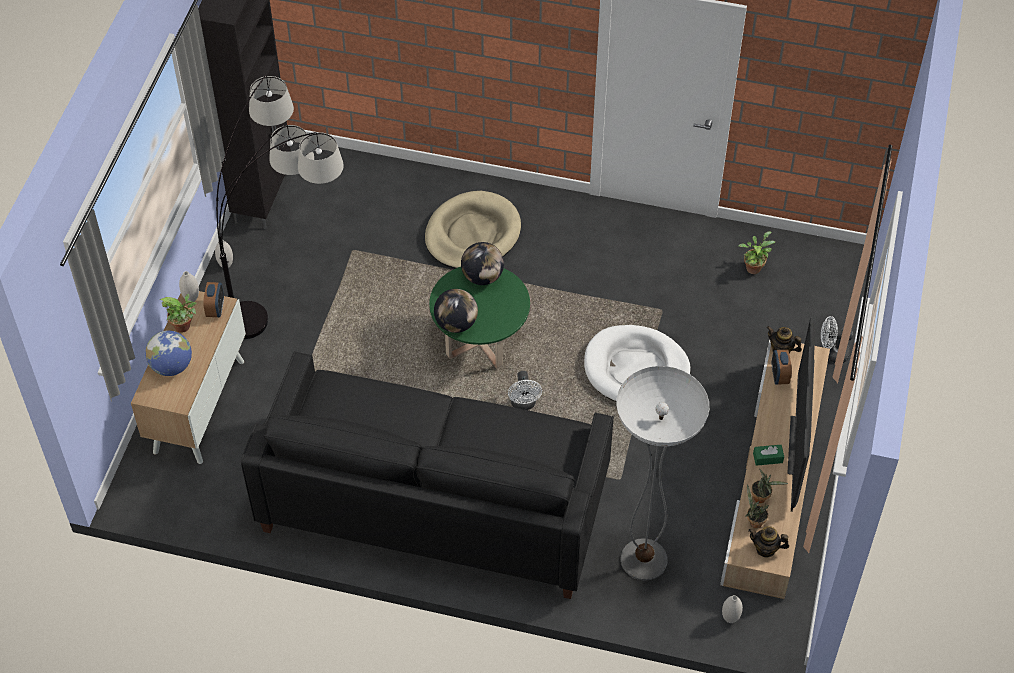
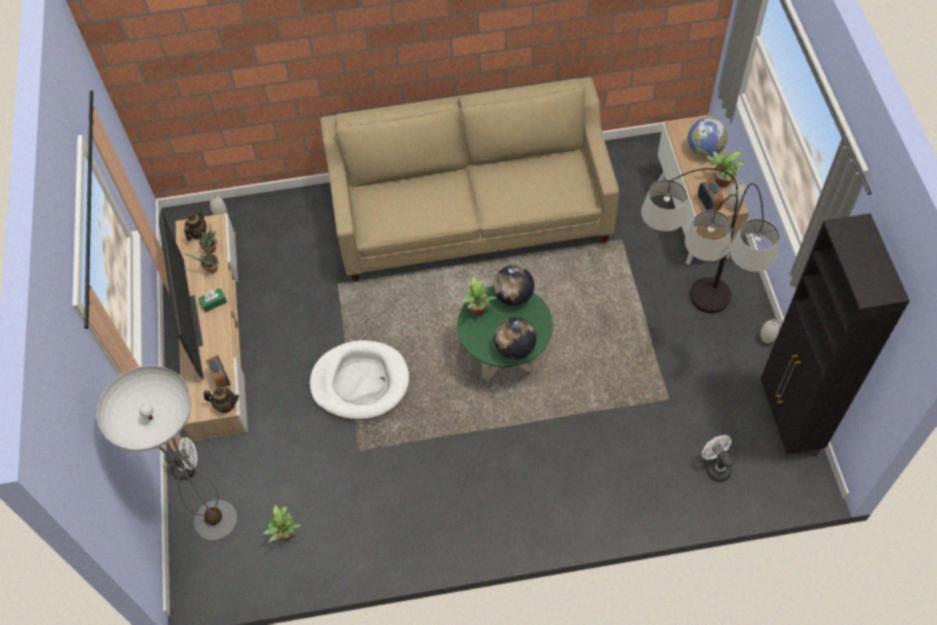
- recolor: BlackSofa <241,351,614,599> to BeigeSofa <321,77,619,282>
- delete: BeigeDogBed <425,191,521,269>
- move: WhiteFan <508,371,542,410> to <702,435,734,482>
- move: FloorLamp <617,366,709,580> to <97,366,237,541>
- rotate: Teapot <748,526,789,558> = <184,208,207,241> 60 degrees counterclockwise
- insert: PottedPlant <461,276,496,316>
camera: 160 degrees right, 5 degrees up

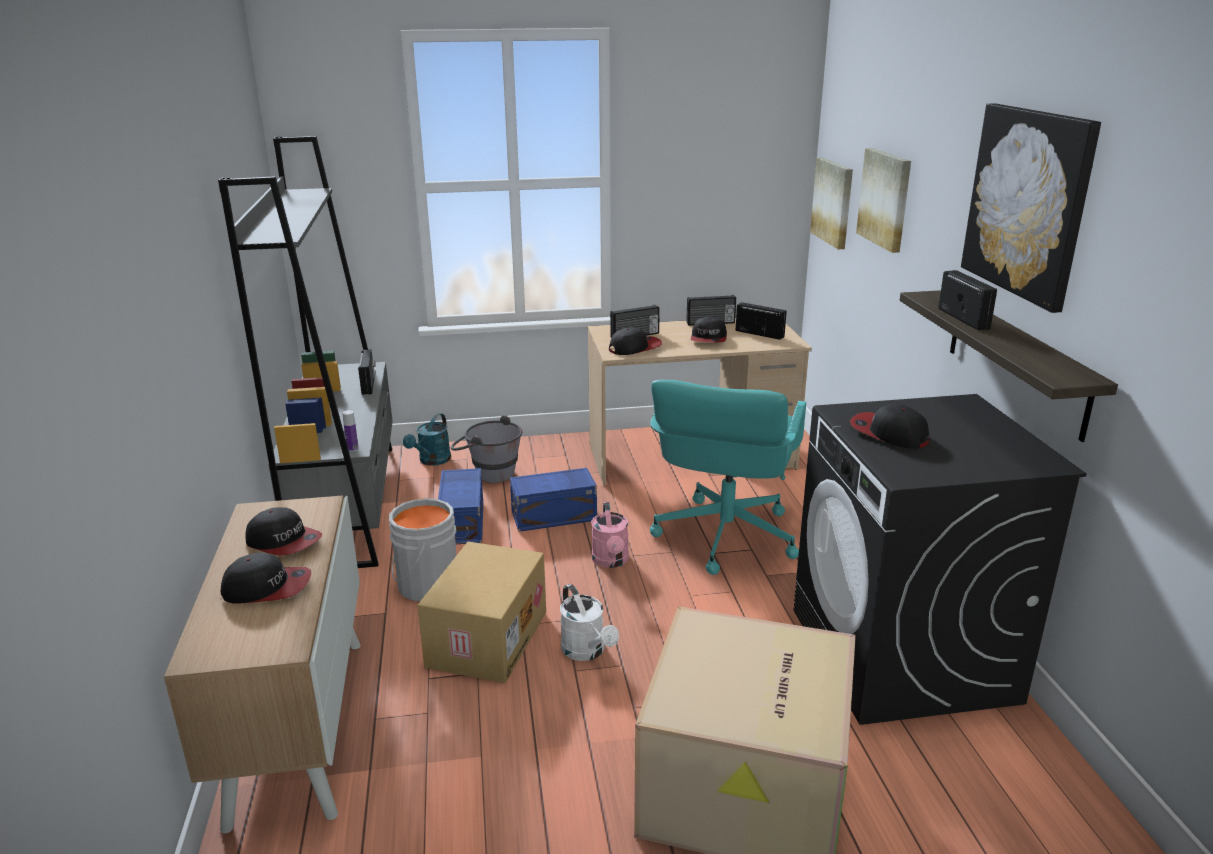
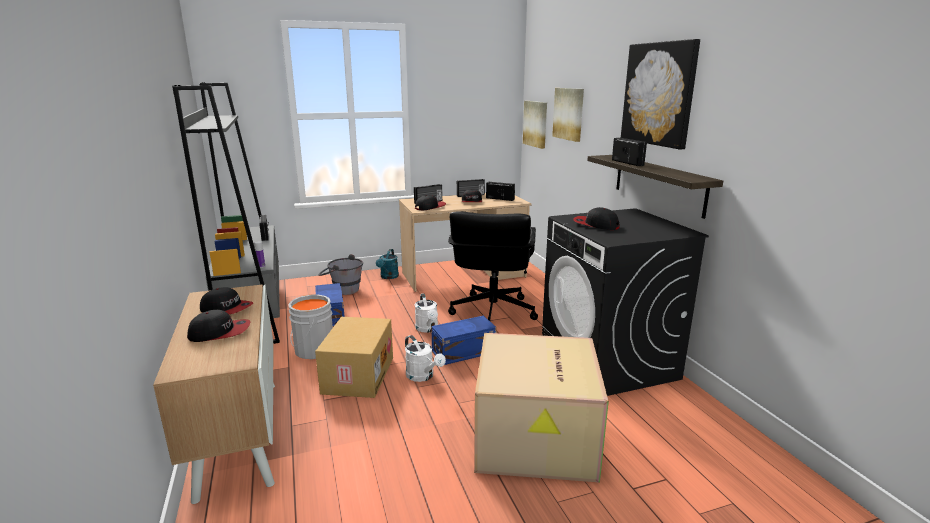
- move: TurquoiseWateringCan <403,413,451,466> to <376,249,399,279>
- move: BlueStorageBox <510,468,597,532> to <431,316,496,365>
- recolor: PinkWateringCan <591,502,629,568> to WhiteWateringCan <415,293,438,333>
- recolor: TurquoiseOfficeChair <650,380,806,575> to BlackOfficeChair <448,211,538,321>
camera: 10 degrees left, 5 degrees down

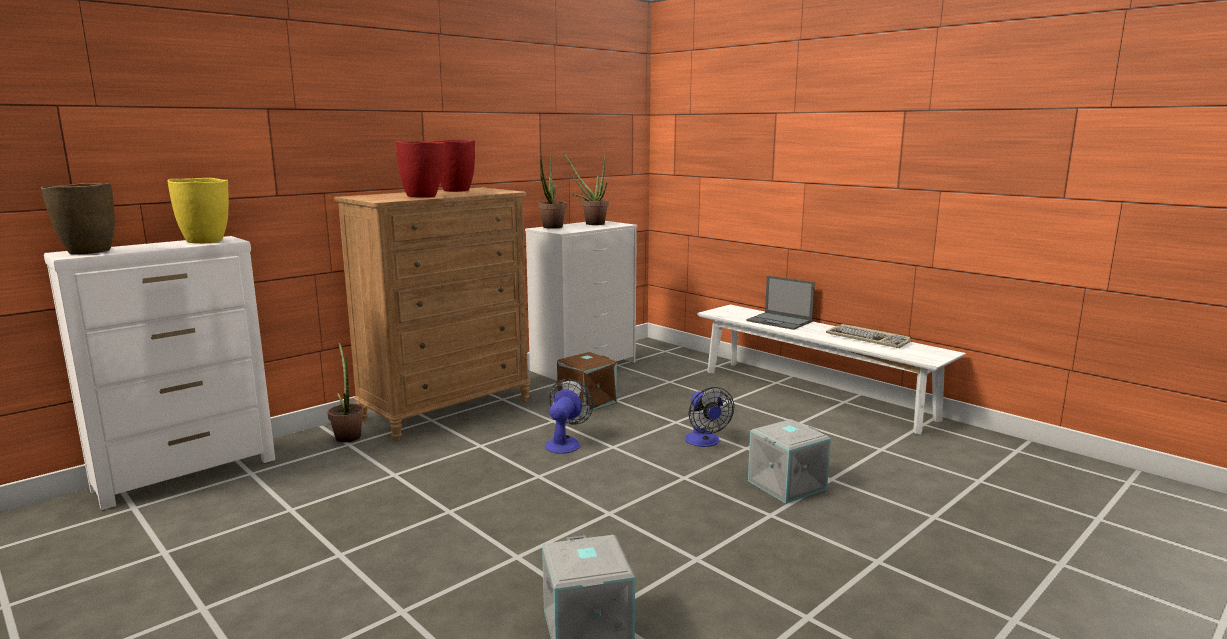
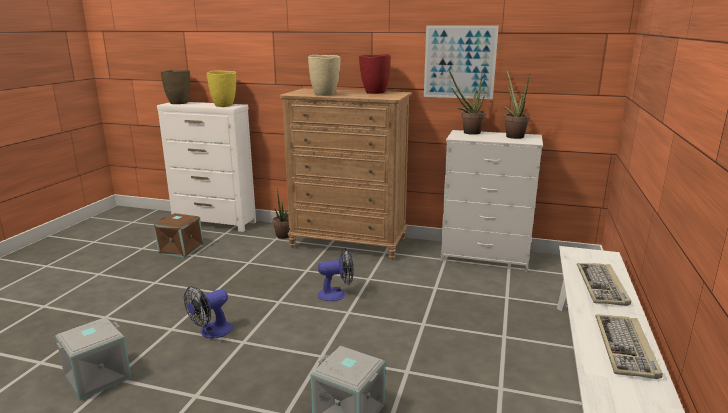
- recolor: RedVase <395,141,444,198> to BeigeVase <308,55,341,96>
- move: BrownStorageBox <557,352,617,410> to <154,213,203,258>
- move: Fan <685,387,734,447> to <184,286,233,338>
- replace: Laptop <746,276,815,330> to Keyboard <577,263,631,306>
- insert: Picture <424,25,499,99>
camera: 60 degrees right, 5 degrees up

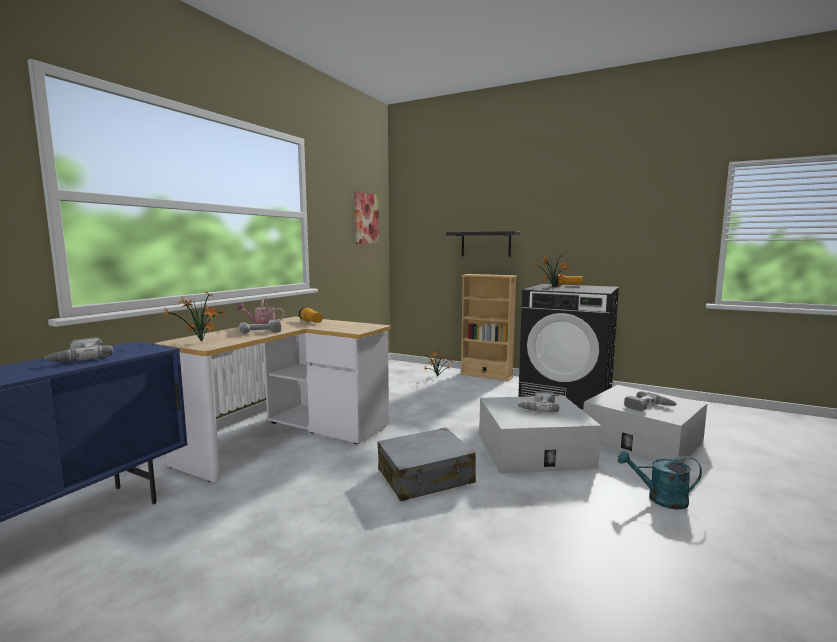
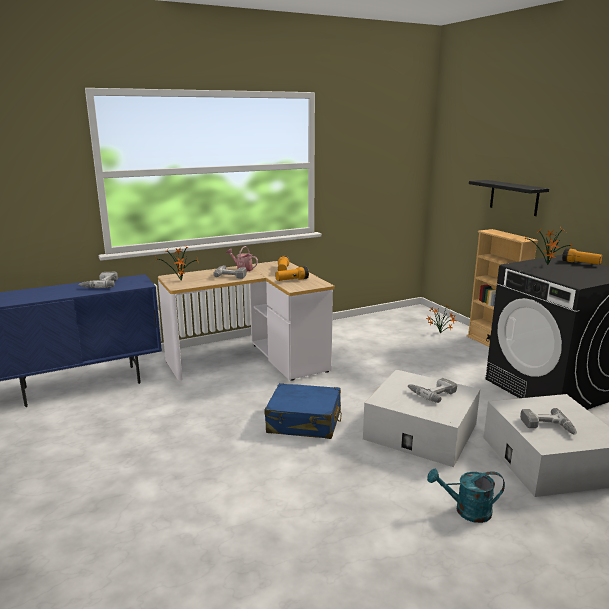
- delete: Picture <354,191,379,244>
- recolor: GreySuitcase <378,428,476,501> to BlueSuitcase <265,383,342,439>
- rotate: TurquoiseWateringCan <617,450,702,510> = <427,469,505,523> 45 degrees counterclockwise
- insert: Flashlight <276,266,309,281>
camera: 35 degrees right, 10 degrees up

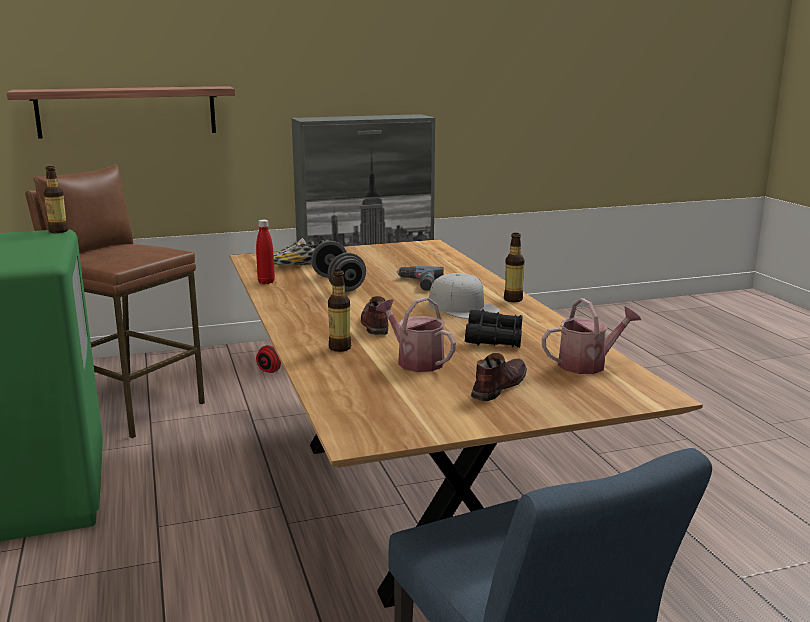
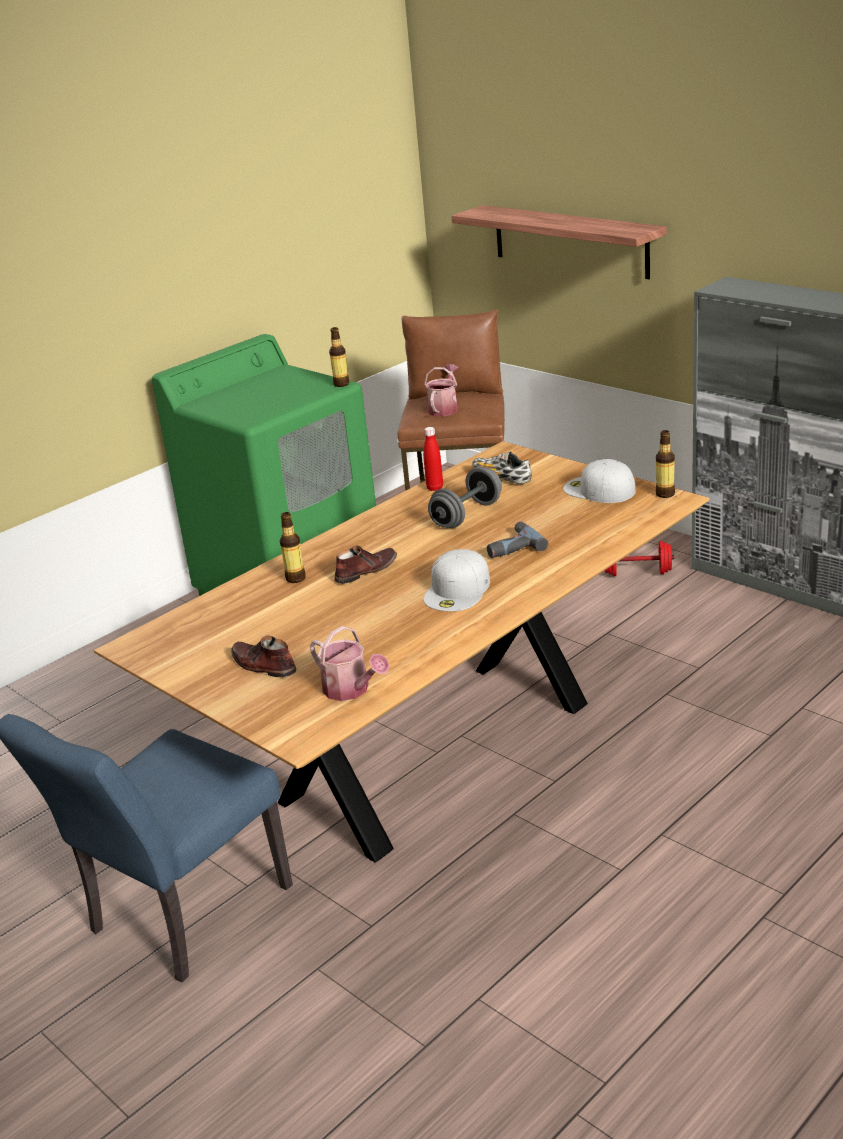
- move: WateringCan <376,297,456,372> to <424,364,458,416>
- delete: BlackBinoculars <465,309,523,348>
- rotate: BrownShoe <471,353,527,401> = <231,635,296,677> 150 degrees counterclockwise
- move: Bottle <504,233,524,302> to <656,430,675,498>
- insert: WhiteCap <563,459,636,503>
camera: 65 degrees right, 10 degrees up

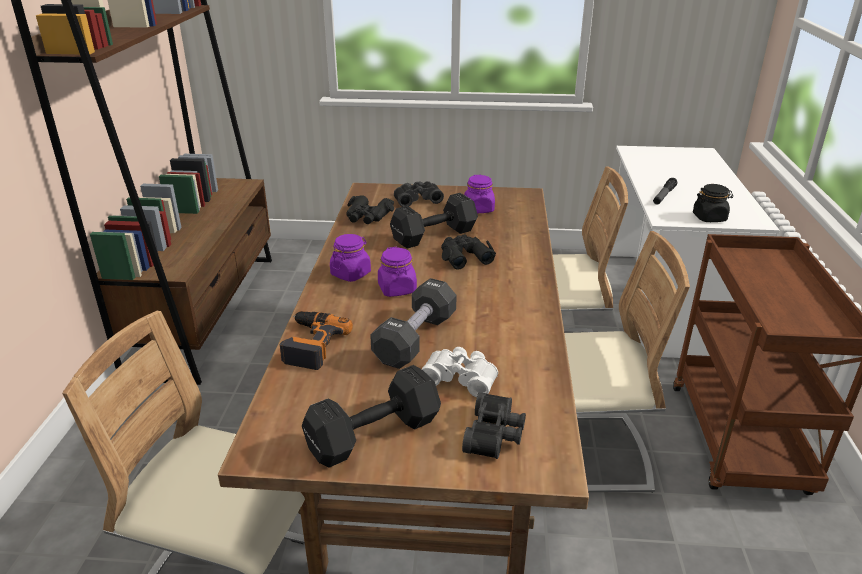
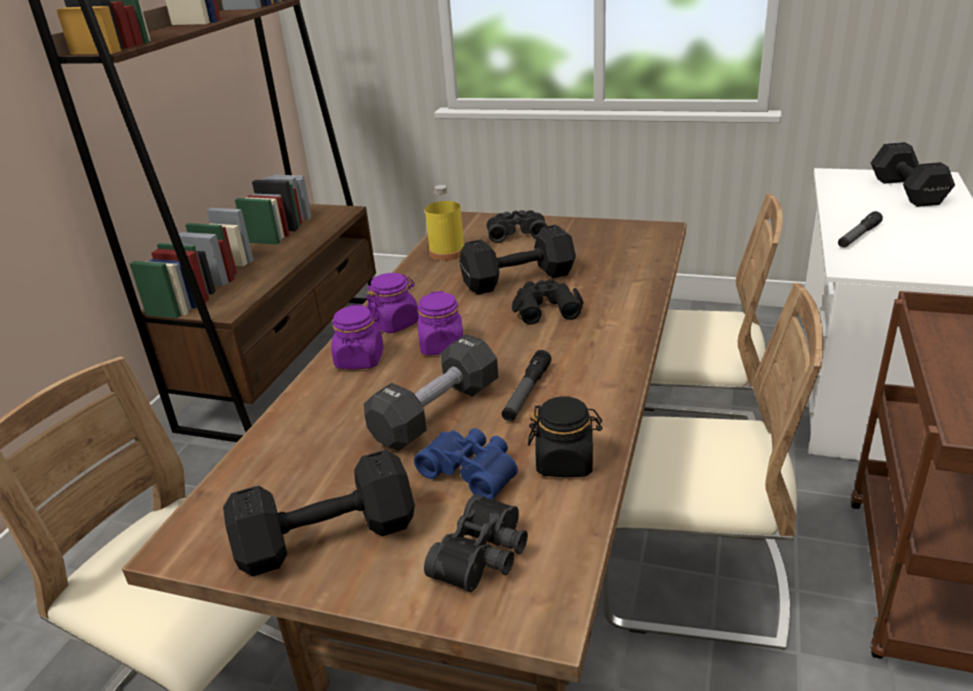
- delete: PowerDrill <280,311,353,370>
- replace: BlackBinoculars <346,195,394,224> to YellowBottle <425,185,464,261>
- recolor: WhiteBinoculars <422,347,498,397> to BlueBinoculars <414,428,518,500>
- move: PurpleJar <464,175,495,213> to <331,305,384,369>
- move: BlackJar <693,184,733,222> to <528,396,602,477>
- insert: Flashlight <502,350,551,421>
- insert: BlackDumbbell <871,142,955,207>
camera: 15 degrees right, 0 degrees up

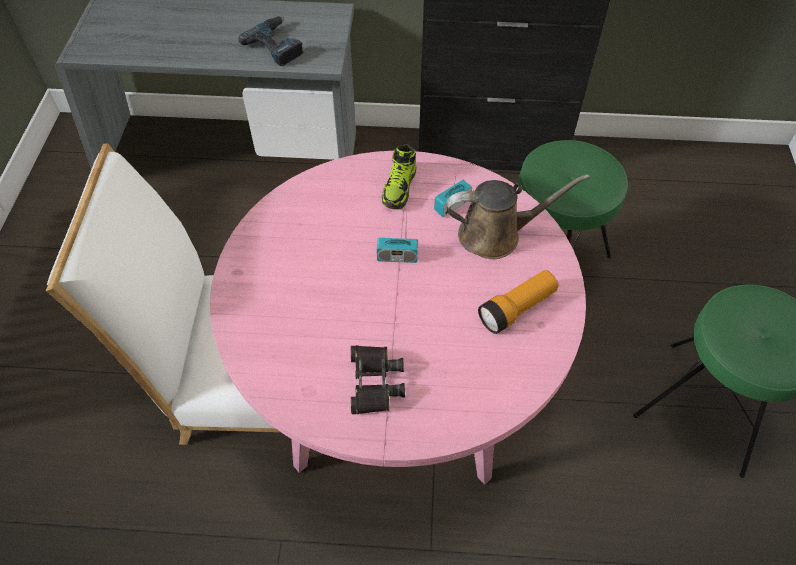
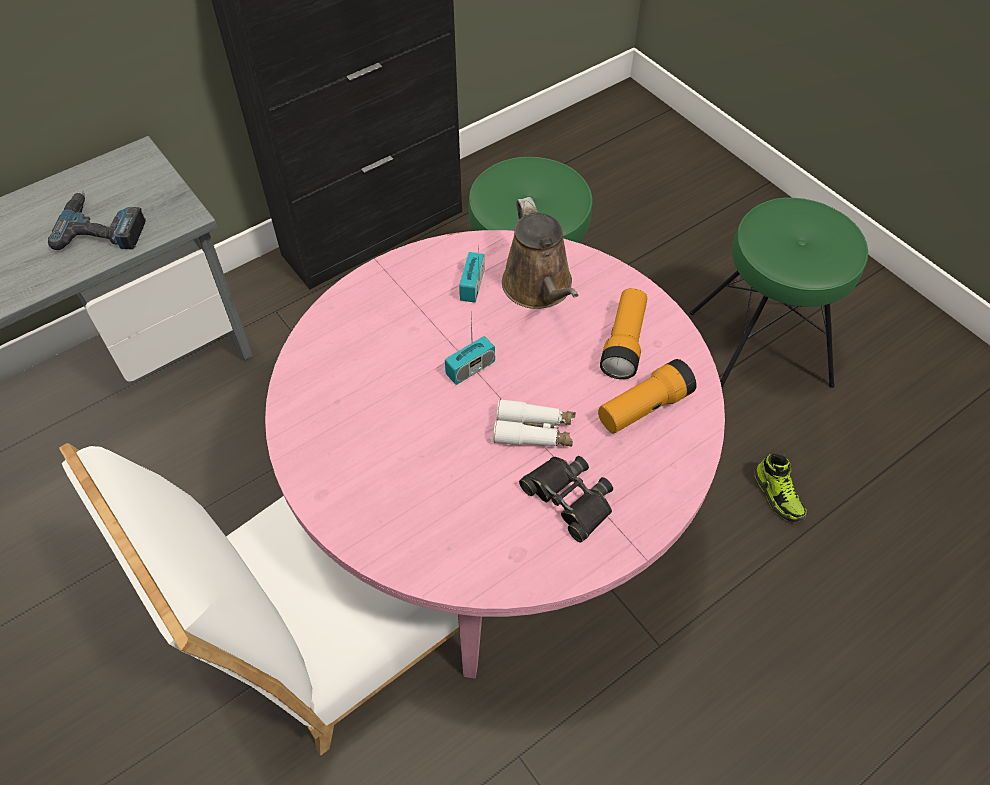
- move: Shoe <382,144,417,210> to <755,453,807,522>
- rotate: BrownWateringCan <446,174,590,259> = <502,197,579,309> 120 degrees clockwise
- insert: WhiteBinoculars <493,399,576,446>
- insert: Flashlight <598,359,697,434>
camera: 40 degrees left, 0 degrees up

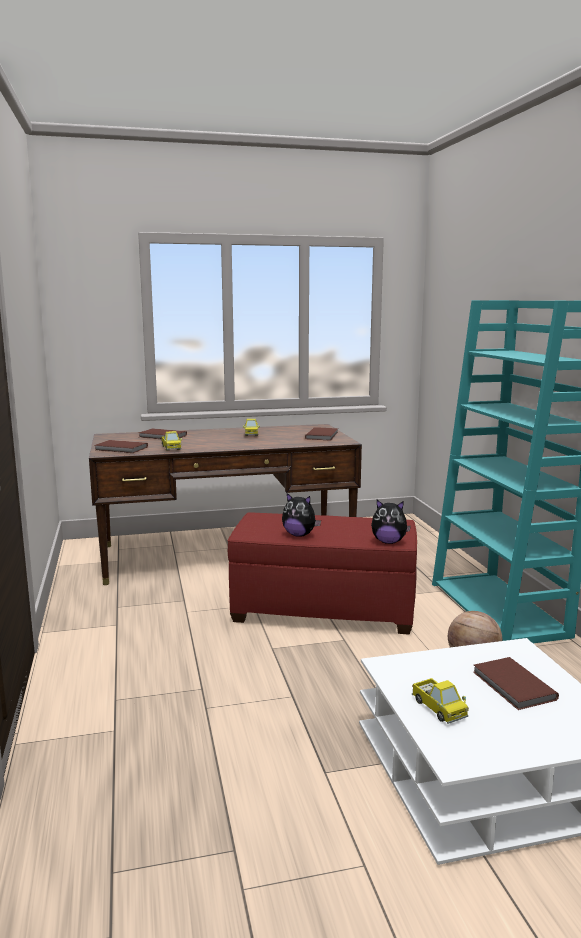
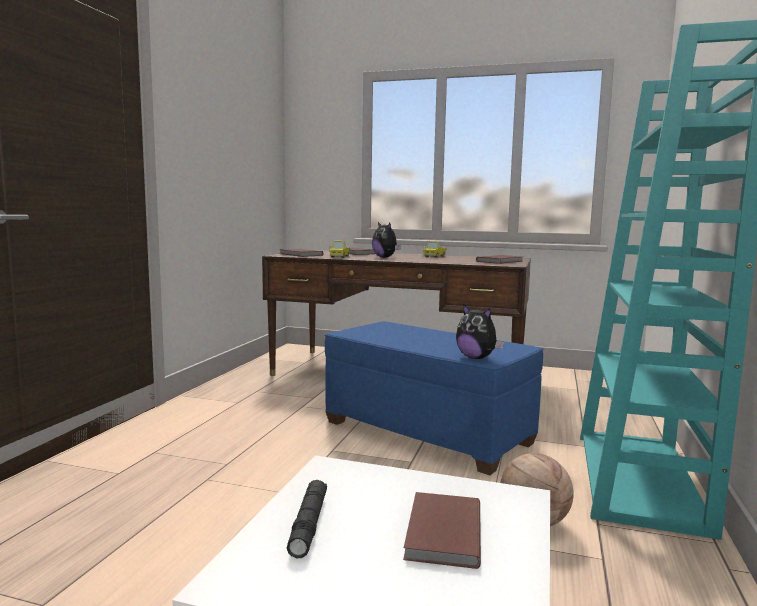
- recolor: RedOttoman <228,512,417,634> to BlueOttoman <325,321,544,475>
- move: PlushToy <282,493,321,537> to <372,222,401,258>
- replace: ToyTruck <412,678,469,724> to BlackFlashlight <287,480,327,558>
camera: 30 degrees right, 5 degrees down

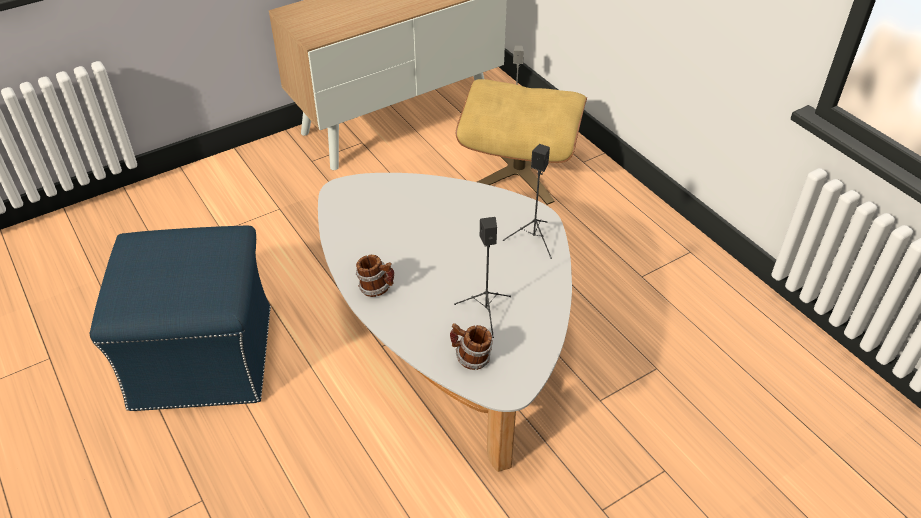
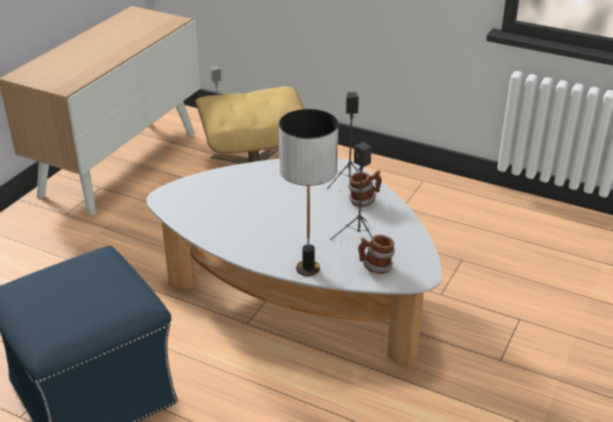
- move: Mug <355,255,394,297> to <348,170,382,207>
- insert: TableLamp <279,109,338,276>
camera: 30 degrees left, 10 degrees down

